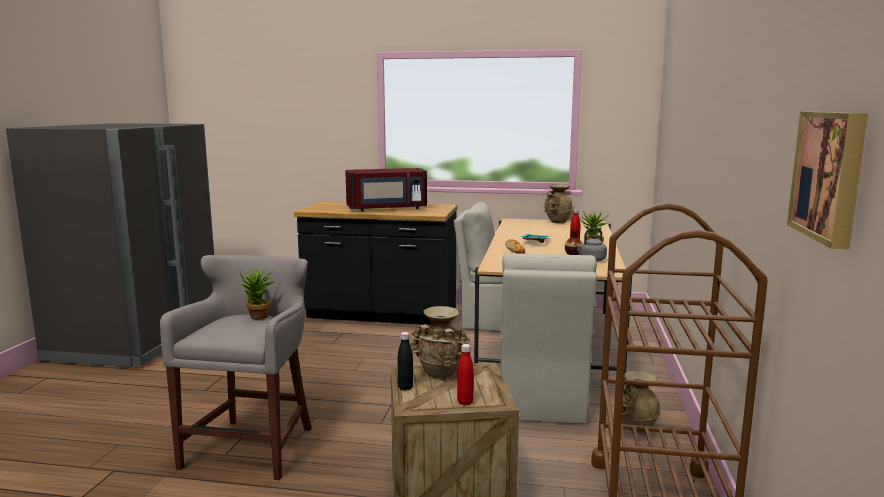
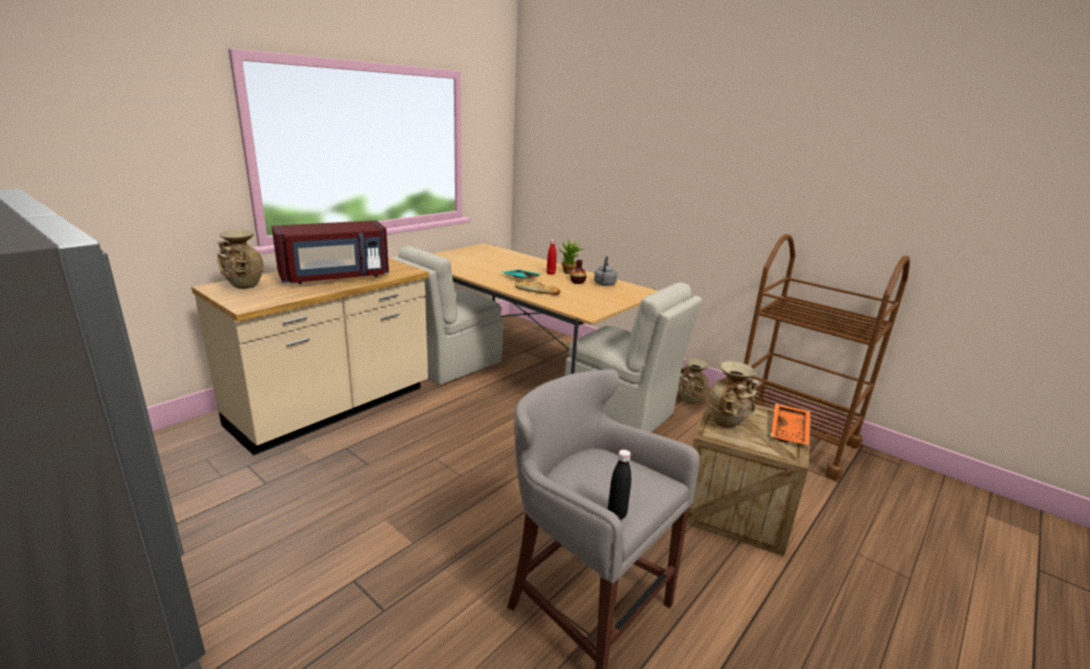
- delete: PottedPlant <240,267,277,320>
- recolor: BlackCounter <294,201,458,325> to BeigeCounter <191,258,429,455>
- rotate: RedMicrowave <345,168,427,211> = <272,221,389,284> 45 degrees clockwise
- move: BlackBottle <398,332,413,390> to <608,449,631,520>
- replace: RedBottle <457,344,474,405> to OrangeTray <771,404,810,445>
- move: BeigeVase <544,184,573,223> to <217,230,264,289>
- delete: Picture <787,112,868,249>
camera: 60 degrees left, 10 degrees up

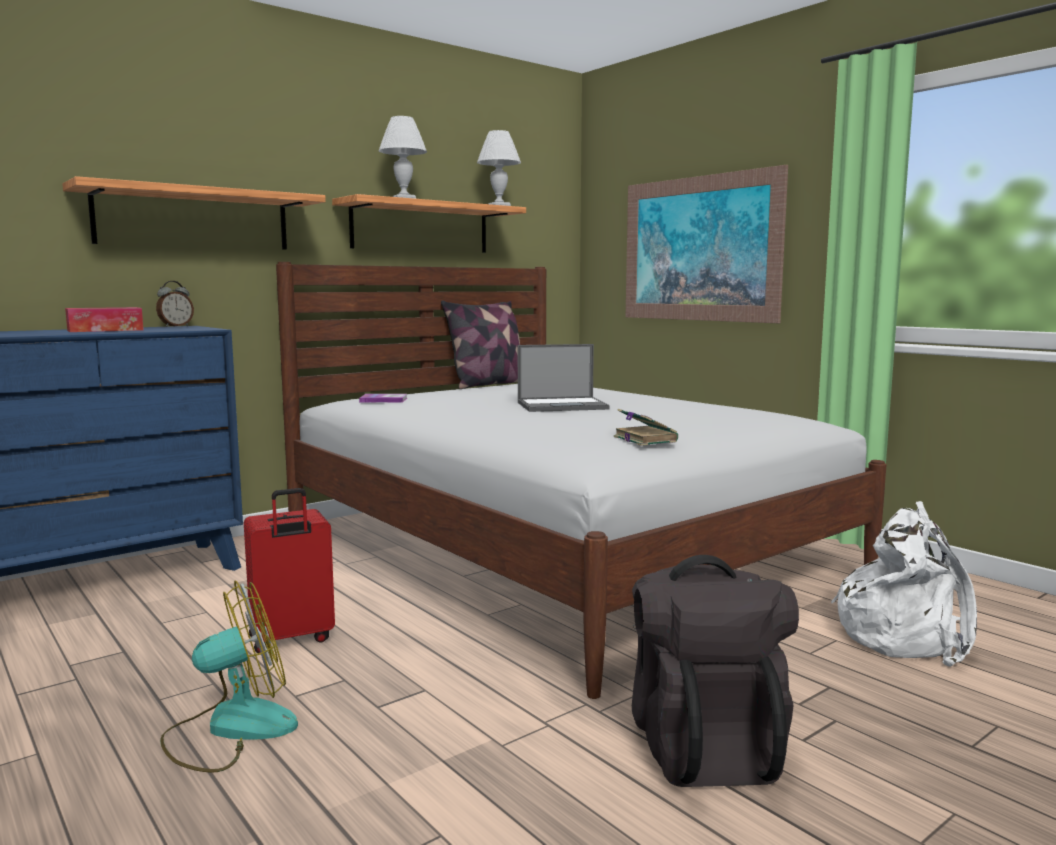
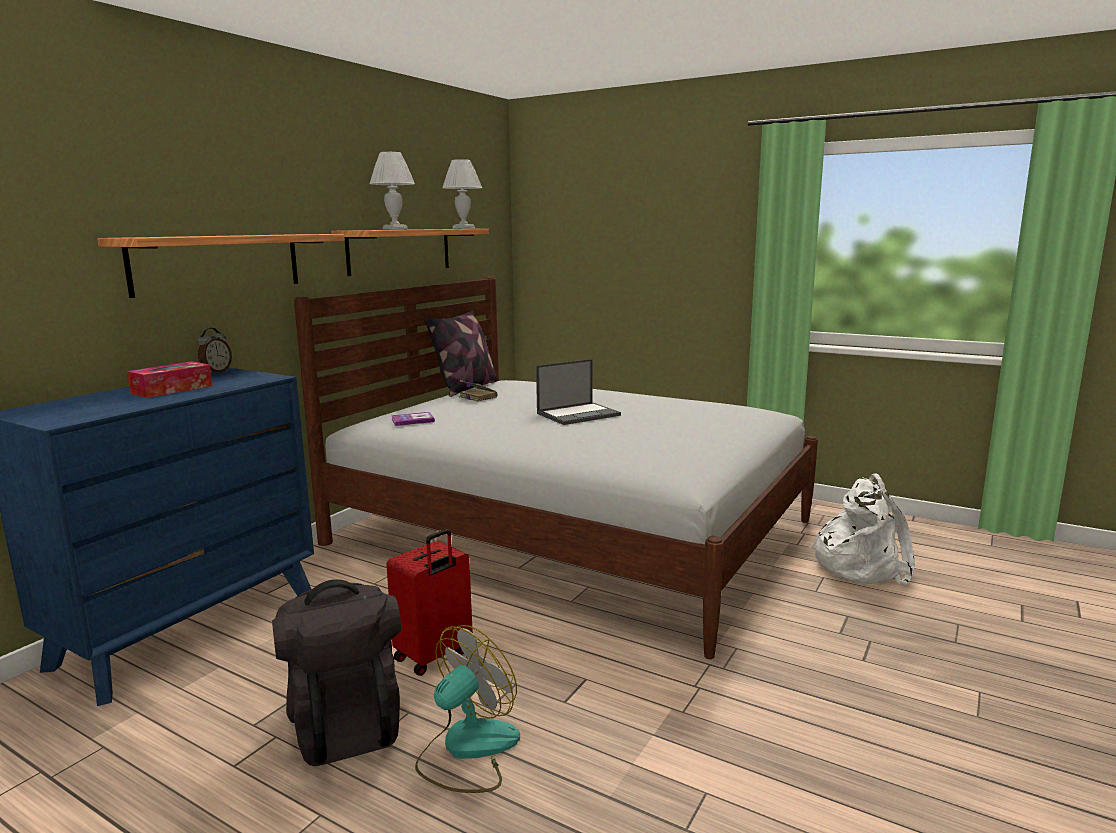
- move: Book <614,409,678,446> to <459,380,498,402>
- delete: Picture <626,165,788,323>
- move: BlackBackpack <632,555,799,787> to <272,579,401,766>
camera: 20 degrees left, 5 degrees up

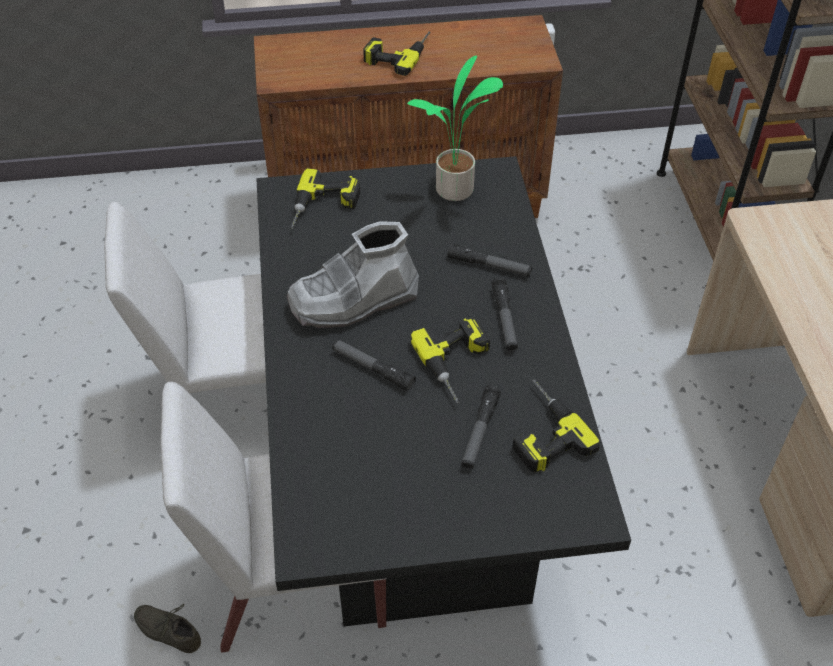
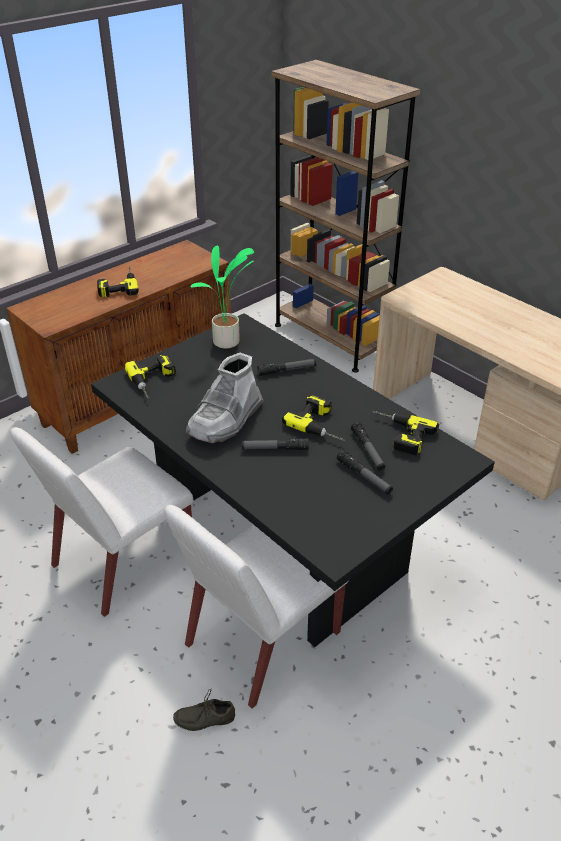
- move: Flashlight <491,277,518,352> to <337,450,393,494>
camera: 35 degrees left, 10 degrees down

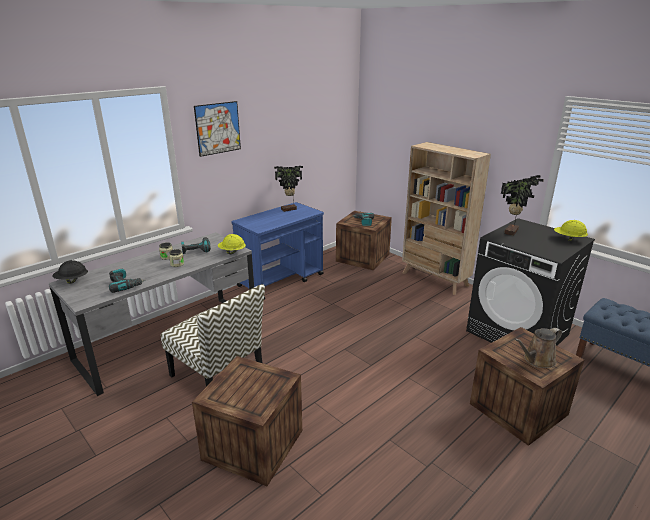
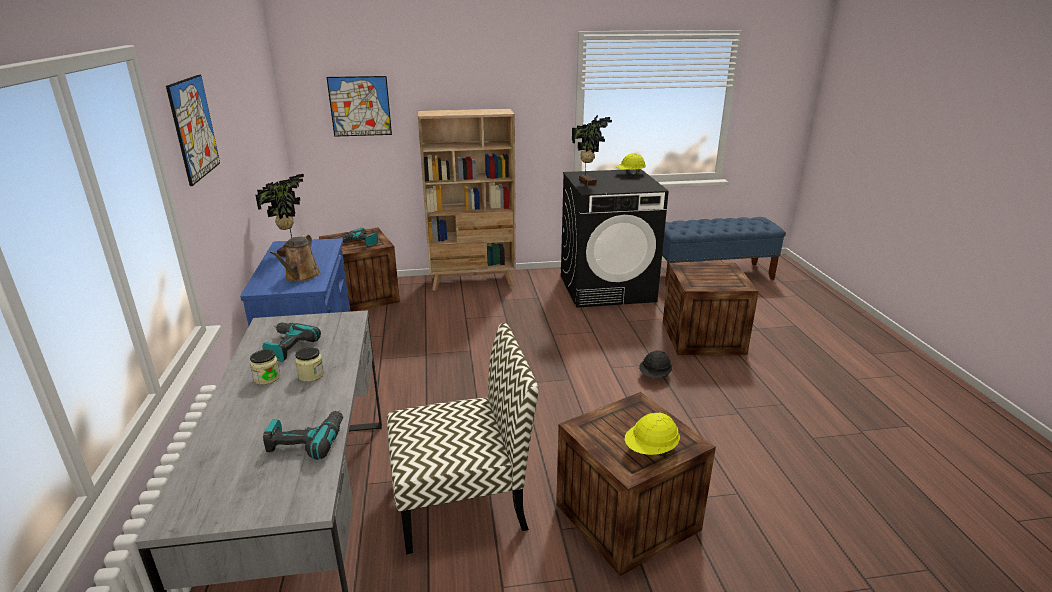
- move: BlackHardHat <52,260,88,284> to <639,350,672,378>
- move: YellowHardHat <218,234,246,254> to <625,412,680,456>
- move: BrownWateringCan <515,328,562,368> to <270,235,321,282>
- insert: Picture <327,76,392,137>
camera: 55 degrees left, 0 degrees up

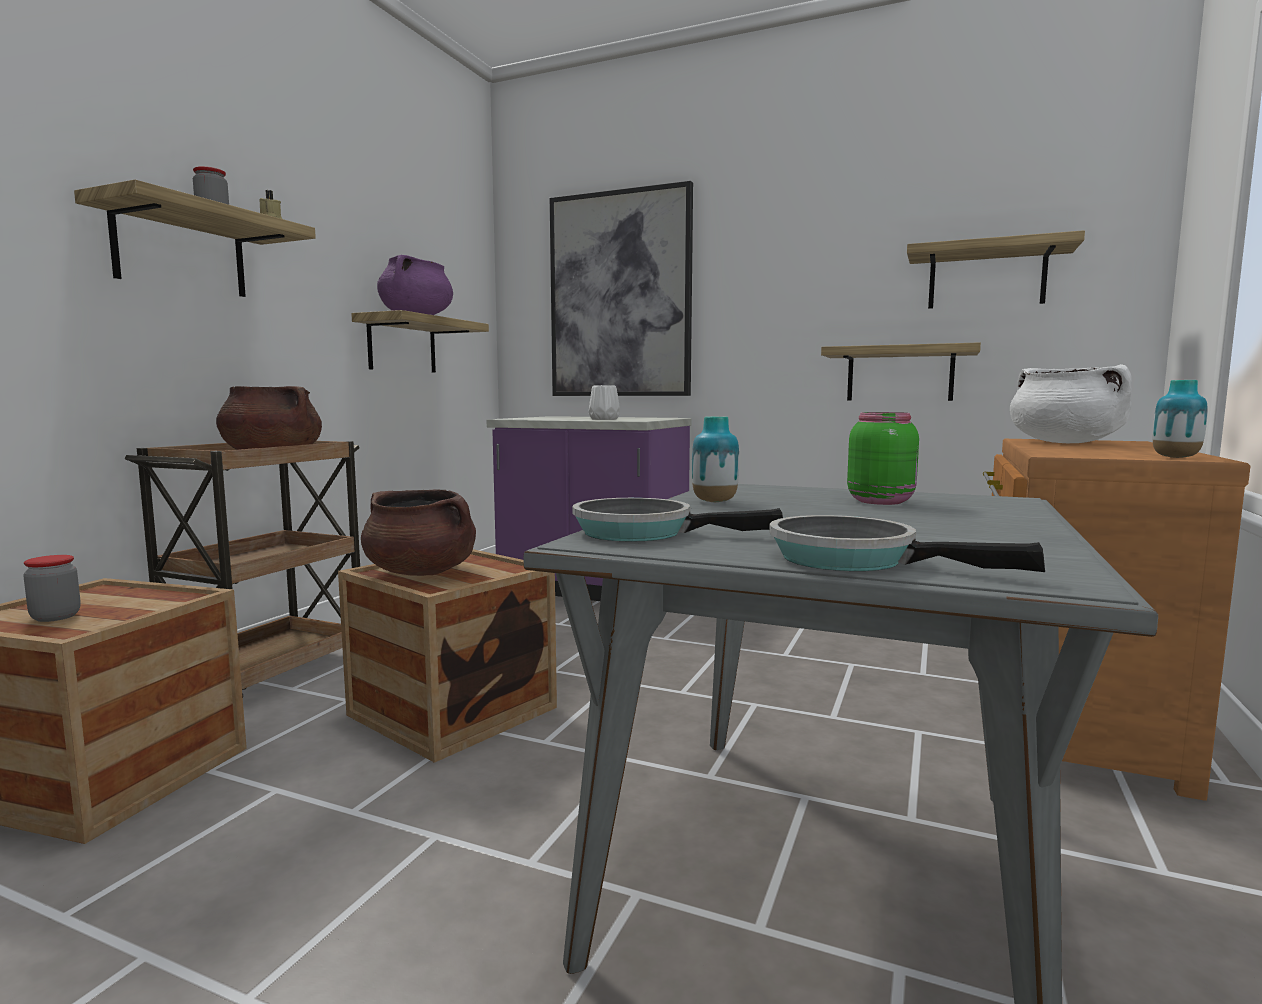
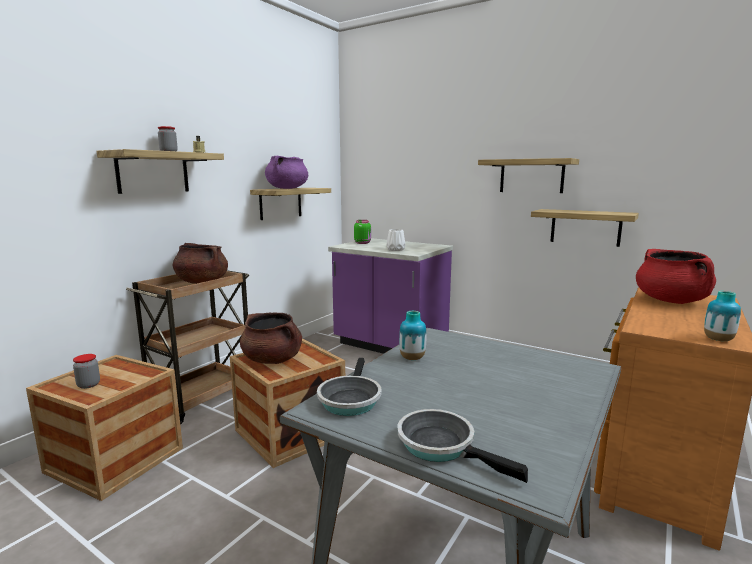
- delete: Picture <550,181,693,396>
- rotate: FryingPan <572,498,783,541> = <317,358,381,416> 105 degrees counterclockwise
- move: GreenJar <847,412,919,505> to <354,220,371,244>
- move: Shelf <907,230,1085,309> to <478,158,579,193>
- recolor: WhiteCookingPot <1010,364,1132,443> to RedCookingPot <636,249,716,304>
camera: 10 degrees right, 5 degrees up

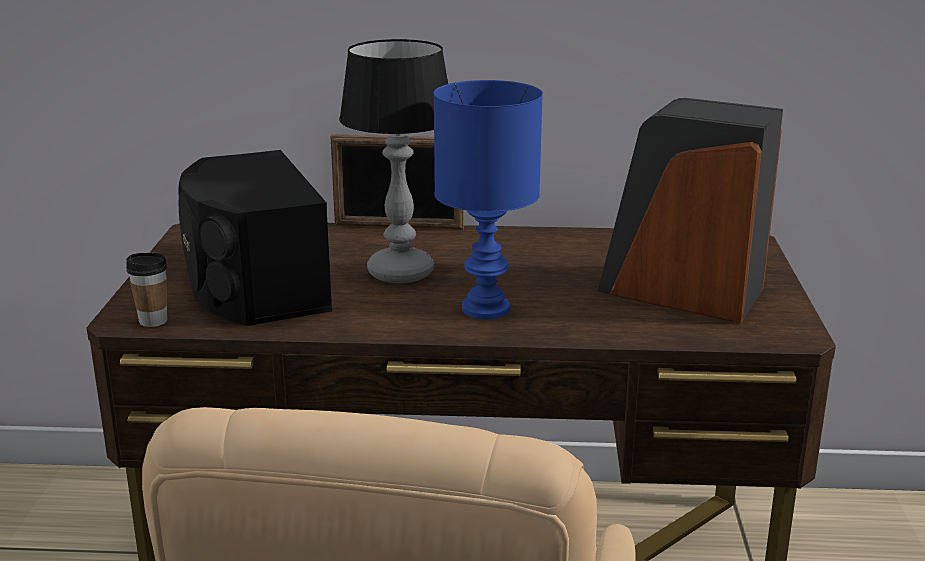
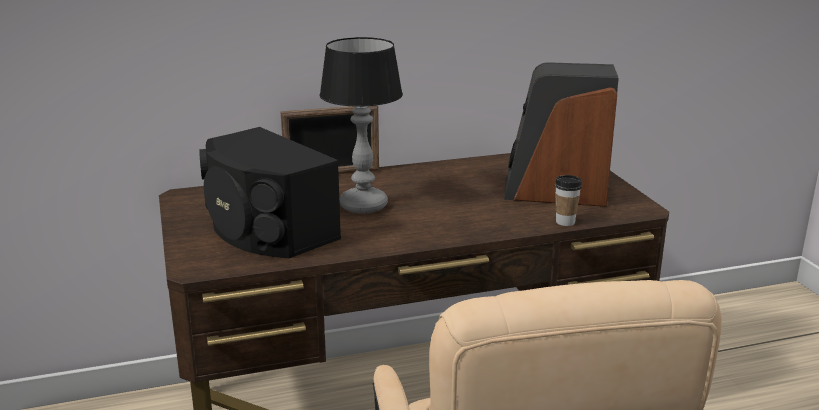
- move: Cup <126,253,167,327> to <555,175,582,226>
- delete: BlueTableLamp <433,80,543,319>
camera: 20 degrees left, 0 degrees up

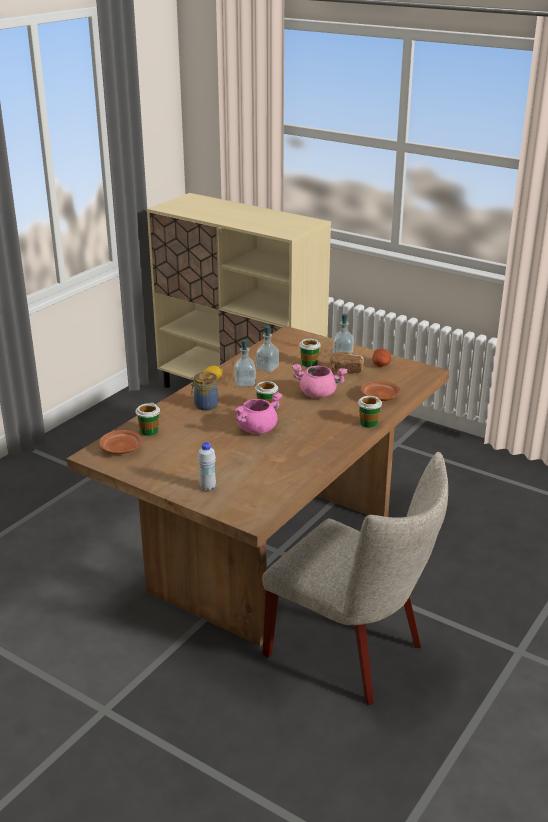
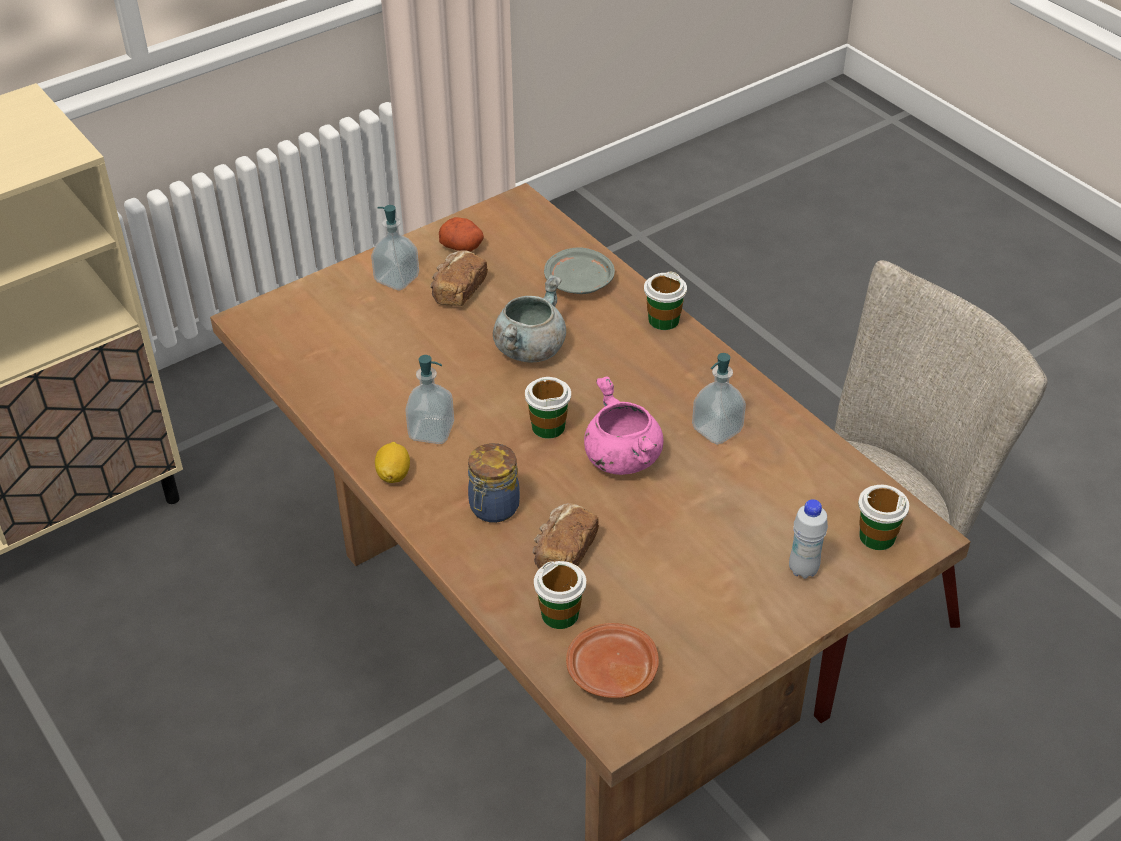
- move: SoapDispenser <256,326,279,372> to <692,353,746,445>
- recolor: PinkCookingPot <292,364,347,398> to GreyCookingPot <493,275,566,362>
- move: Cup <299,339,321,367> to <858,485,910,550>
- recolor: BrownPlate <361,381,400,401> to GreyPlate <544,247,615,294>
- insert: Bread <533,503,599,569>
camera: 70 degrees left, 15 degrees up

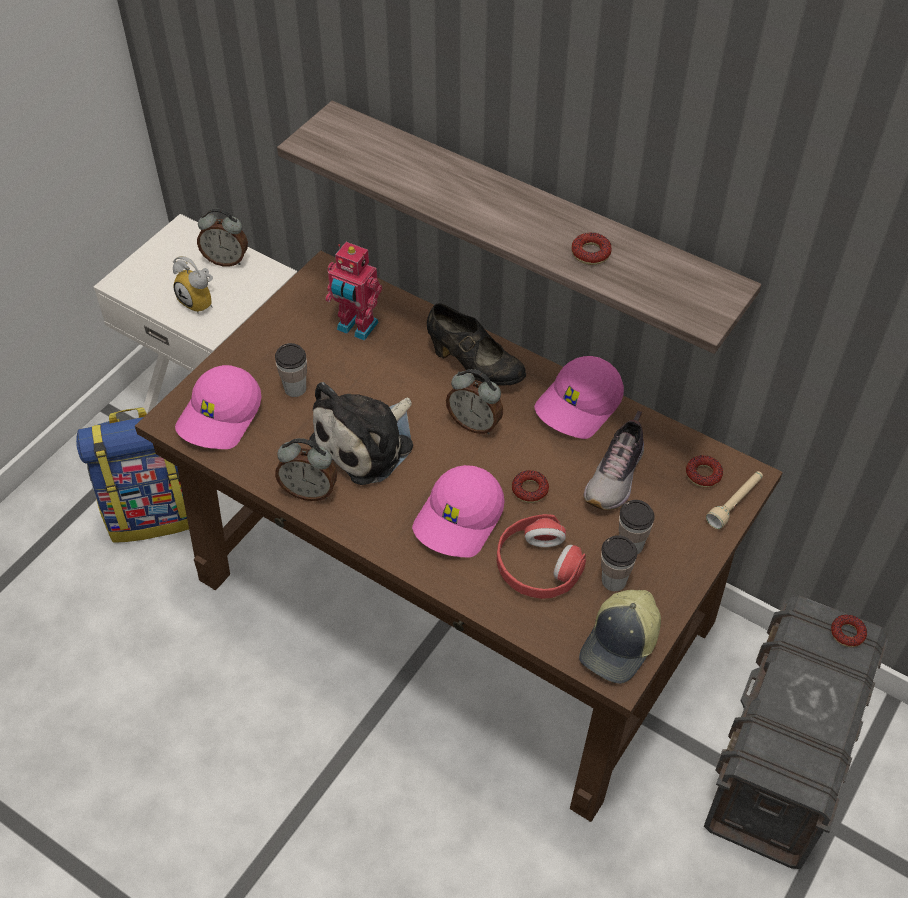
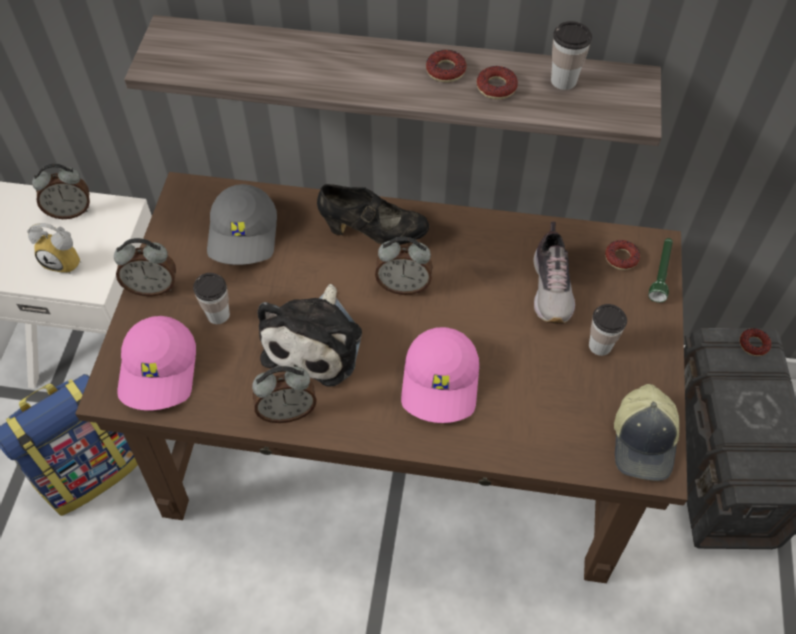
- replace: ToyRobot <325,242,382,341> to GreyCap <207,184,277,265>
- delete: RedHeadphones <497,514,586,599>
- move: Donut <512,470,549,503> to <426,50,467,83>
- delete: PinkCap <534,356,624,439>
- move: Cup <601,535,637,591> to <551,21,592,90>
- recolor: BeigeFlashlight <706,471,763,529> to GreenFlashlight <648,238,673,303>
- insert: AlarmClock <114,238,176,297>
camera: 25 degrees left, 5 degrees up

